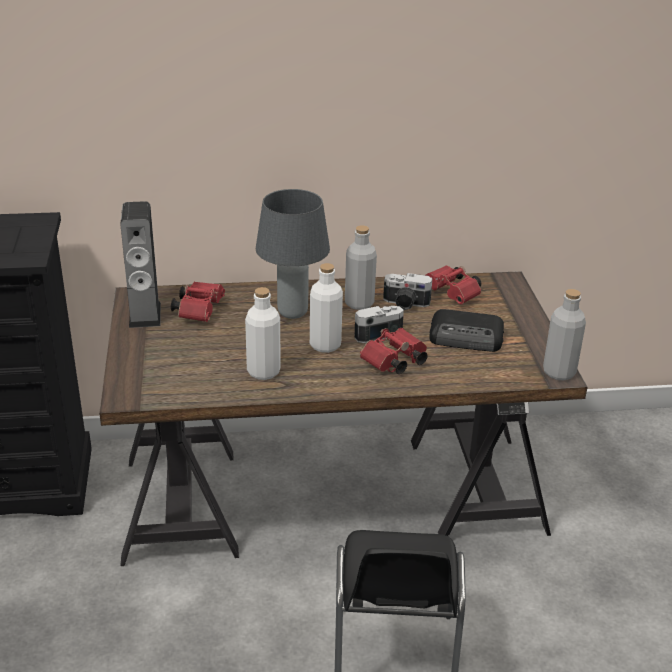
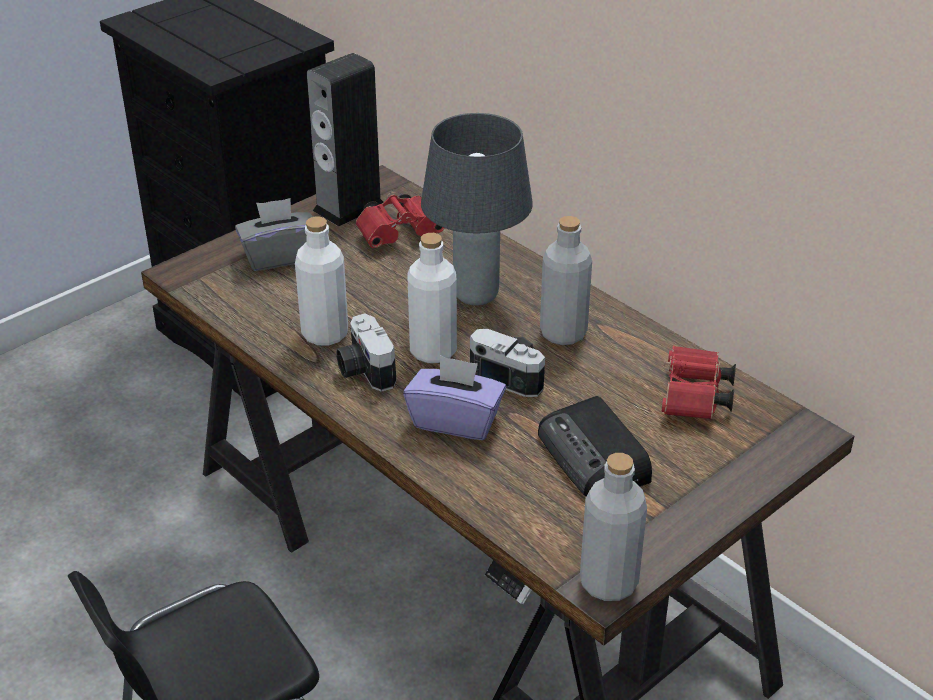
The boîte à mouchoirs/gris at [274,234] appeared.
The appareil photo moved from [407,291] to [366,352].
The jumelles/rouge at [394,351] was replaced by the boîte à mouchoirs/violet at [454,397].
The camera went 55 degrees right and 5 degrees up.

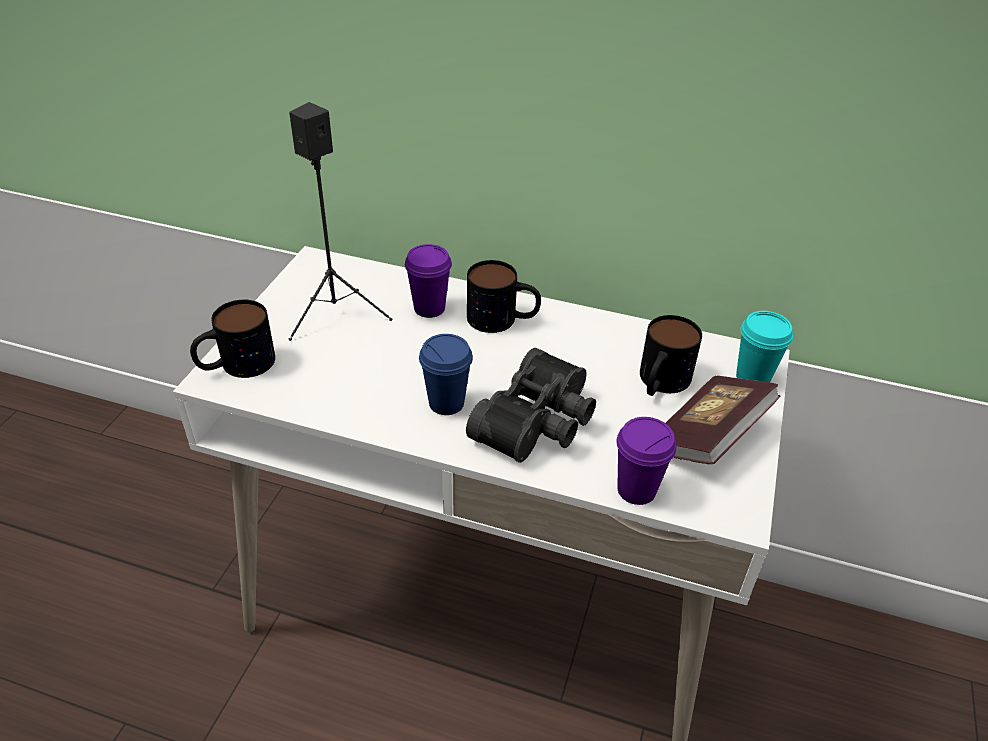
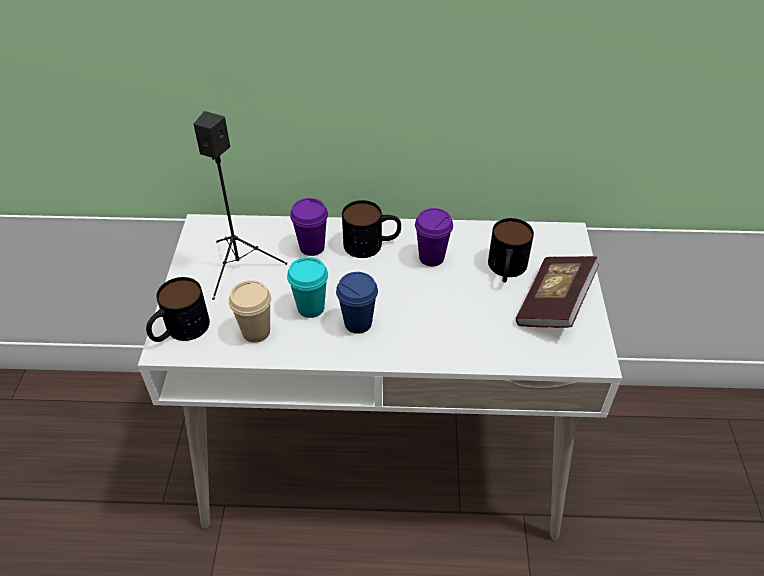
The jumelles/noir at [531,405] disappeared.
The tasse/beige at [250,311] appeared.
The tasse/violet moved from [646,461] to [434,237].
The tasse/turquoise moved from [764,346] to [307,287].
The camera went 15 degrees left and 5 degrees up.

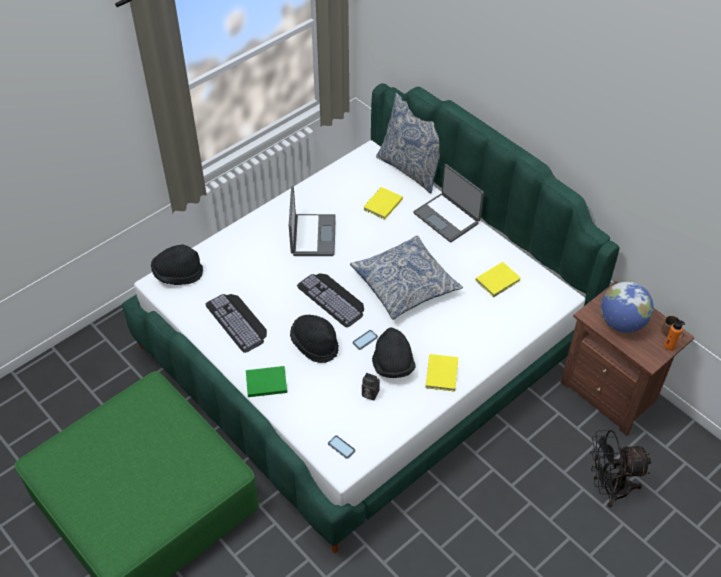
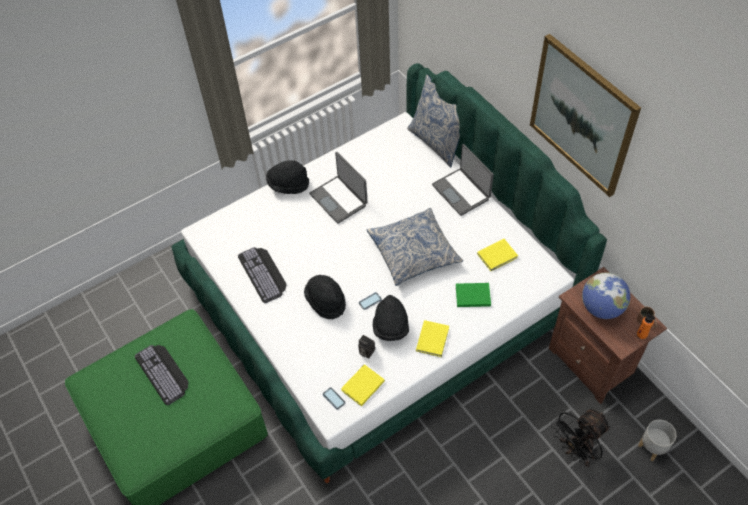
The tableau at [585,115] appeared.
The cache-pot/gris at [657,440] appeared.
The chapeau/noir moved from [177,265] to [287,177].
The livre/vert moved from [266,381] to [473,295].
The clavier moved from [330,300] to [161,375].
The livre/jaune moved from [383,203] to [363,385].
The ordinateur portable at [312,221] turned 135 degrees clockwise.
The ventilateur/noir at [620,469] turned 45 degrees counterclockwise.
The camera went 10 degrees right and 5 degrees up.

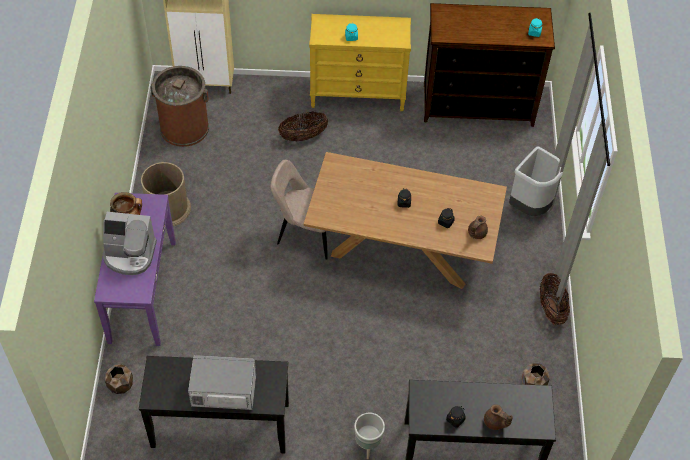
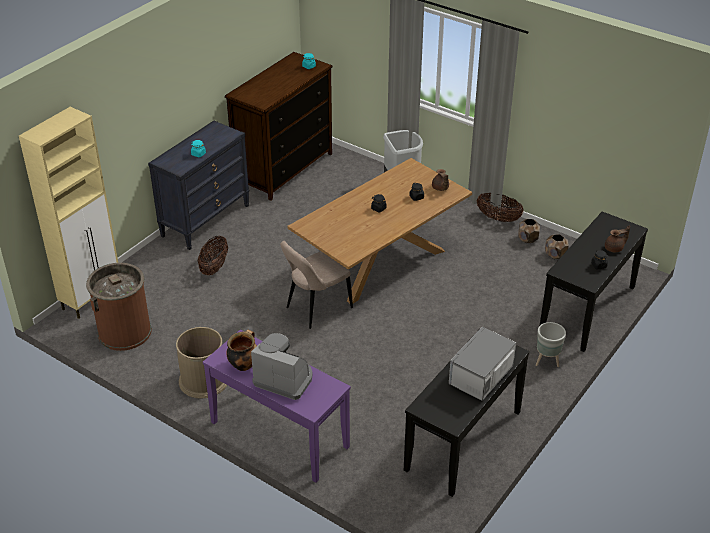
The cache-pot/marron moved from [119,379] to [529,231].
The commode/jaune at [360,62] became the commode/noir at [198,185].
The machine à café at [130,243] turned 105 degrees counterclockwise.
The camera went 55 degrees left and 15 degrees down.

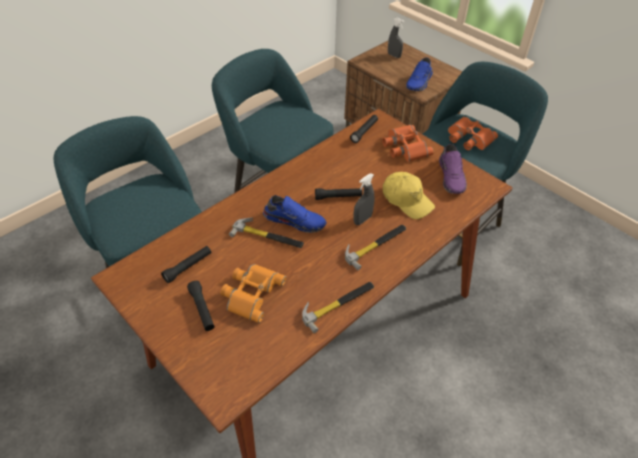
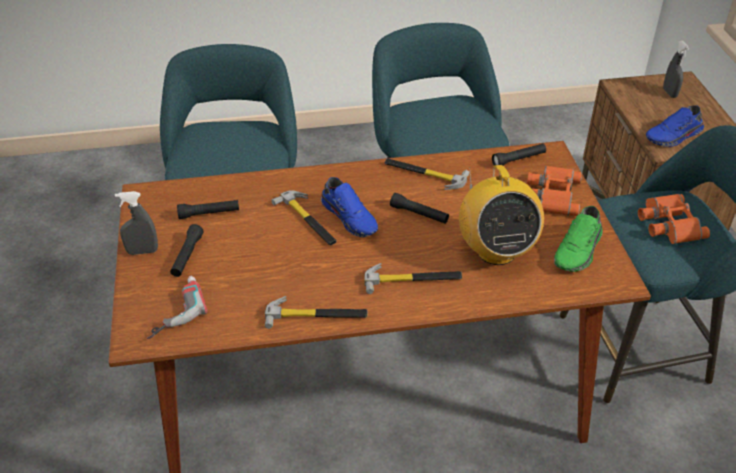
The jumelles/orange at [253,293] disappeared.
The perceuse at [177,307] appeared.
The marteau at [427,174] appeared.
The vaporisateur/gris moved from [364,199] to [136,223].
The casquette/jaune at [409,195] was replaced by the radio at [501,215].
The chaussure/violet at [453,169] became the chaussure/vert at [578,239].
The camera went 35 degrees right and 5 degrees down.

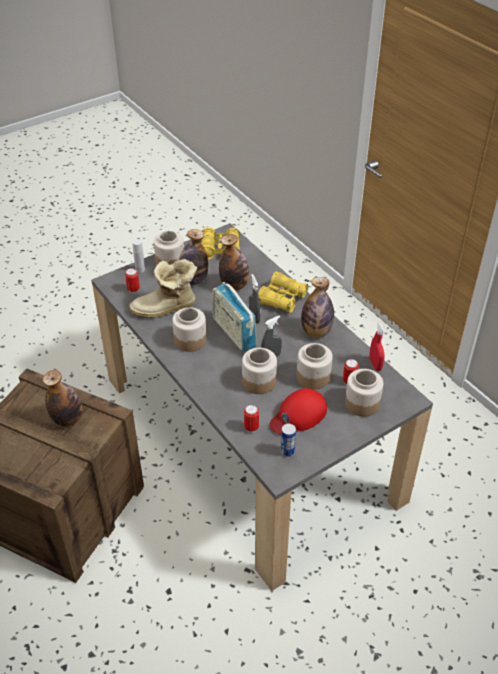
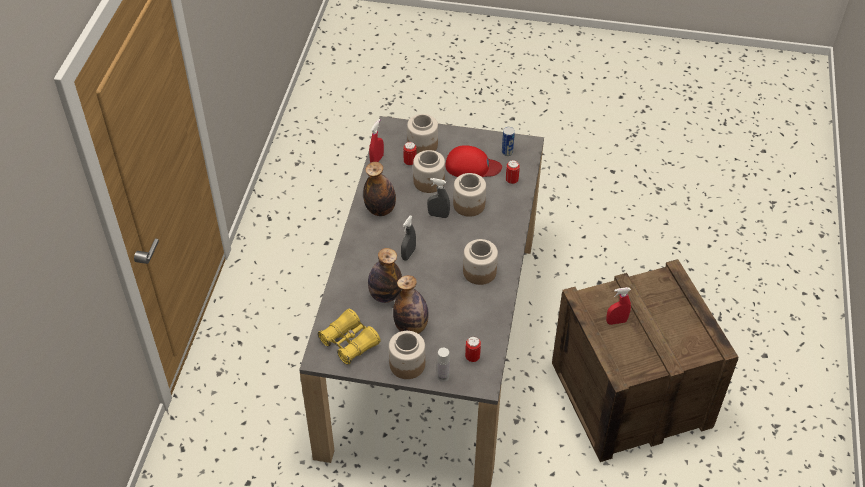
The botte at [163,288] disappeared.
The radio at [235,317] disappeared.
The jumelles/jaune at [283,292] disappeared.
The bouteille at [62,398] was replaced by the vaporisateur/rouge at [618,306].
The camera went 135 degrees left and 5 degrees up.

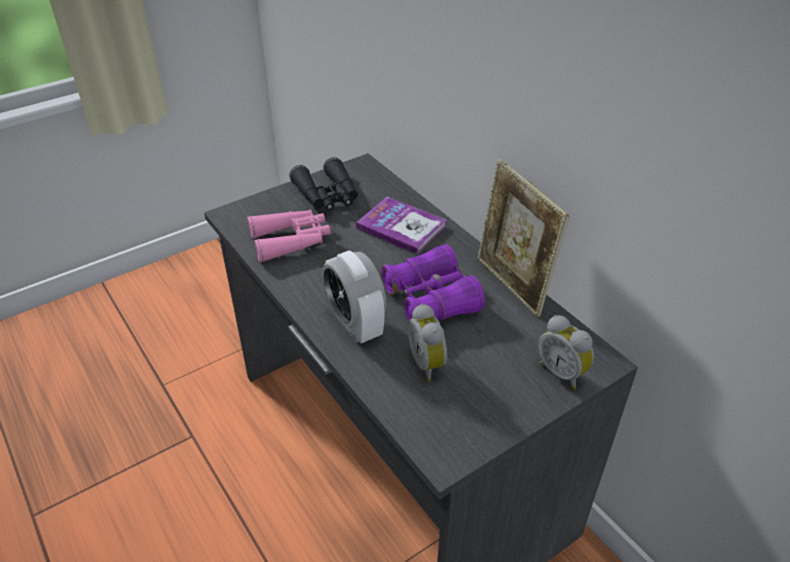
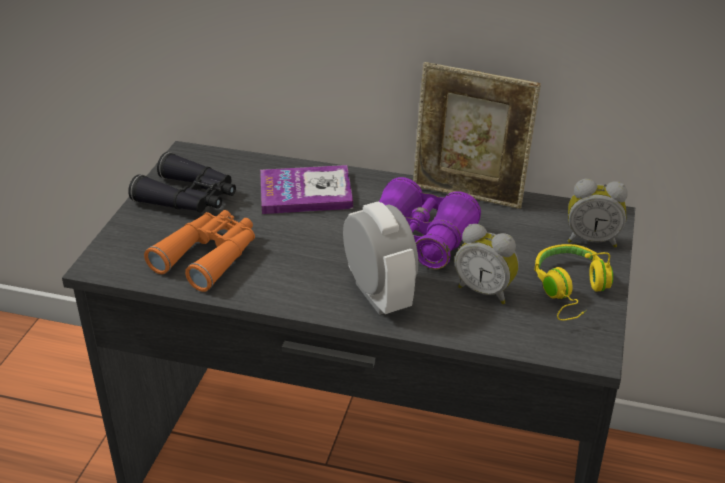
The casque audio/jaune at [574,282] appeared.
The jumelles/rose at [289,235] became the jumelles/orange at [199,251].
The réveil at [354,296] turned 135 degrees counterclockwise.
The camera went 40 degrees left and 5 degrees down.

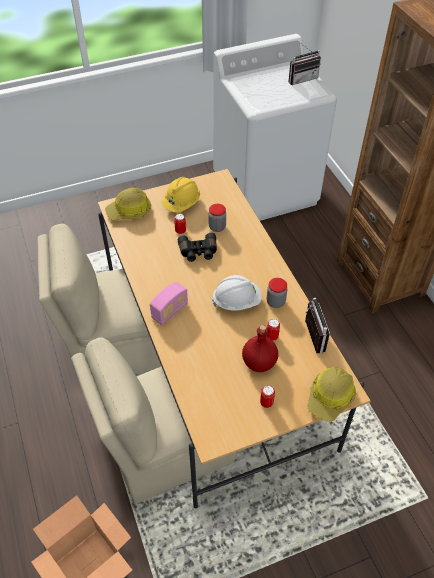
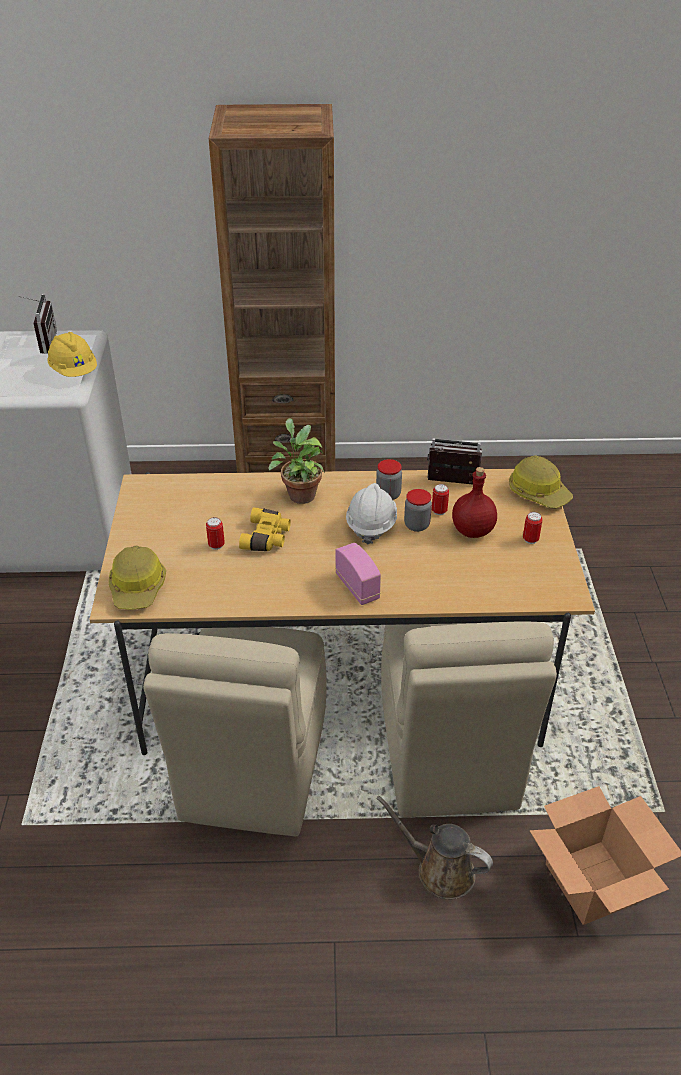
The plante en pot at [296,461] appeared.
The arrosoir/marron at [434,847] appeared.
The casque de chantier/jaune moved from [181,195] to [72,354].
The bocal moved from [217,218] to [418,510].
The jumelles/noir at [197,247] became the jumelles/jaune at [265,529].
The camera went 70 degrees left and 10 degrees down.

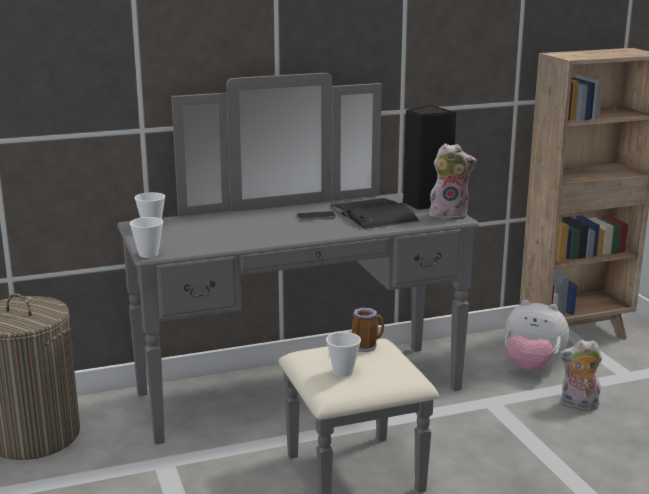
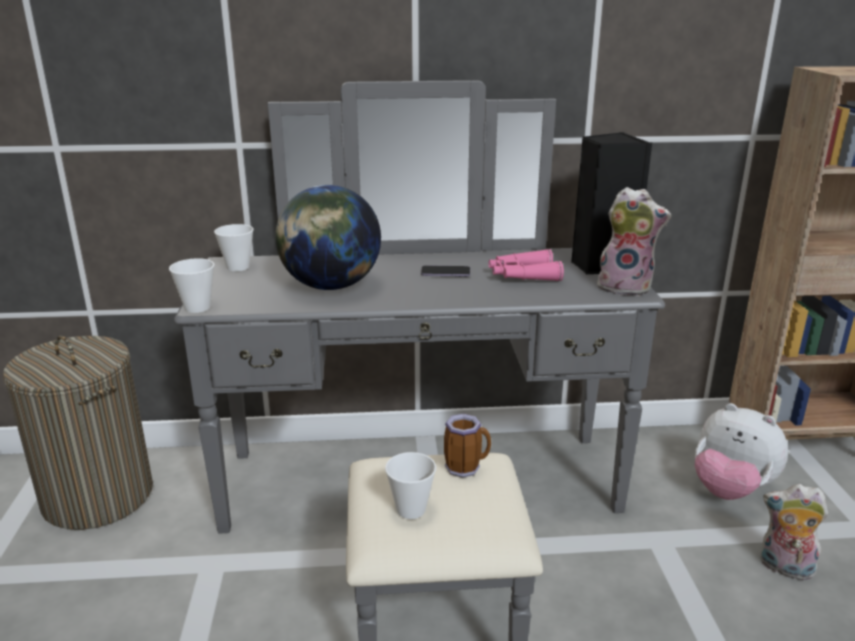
The globe at [328,237] appeared.
The livre/noir at [374,213] was replaced by the jumelles/rose at [526,265].
The camera went 15 degrees right and 5 degrees up.

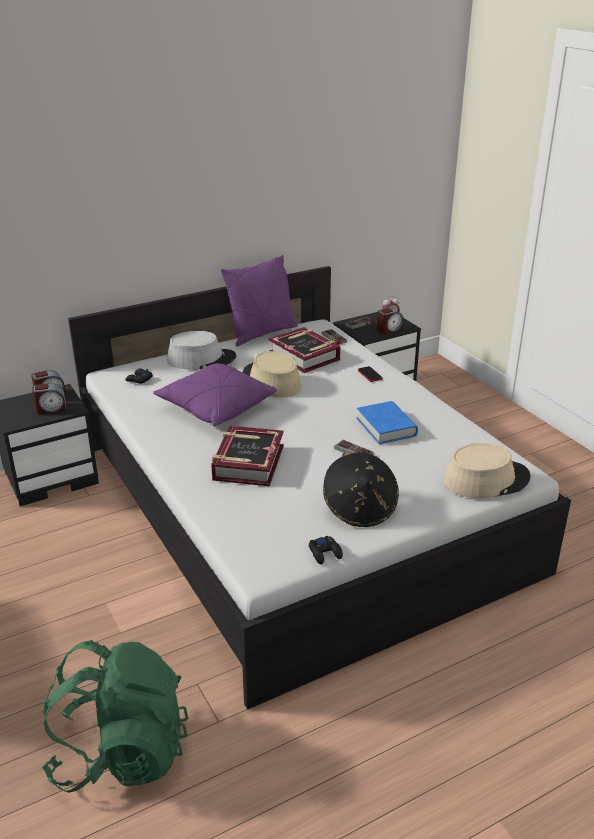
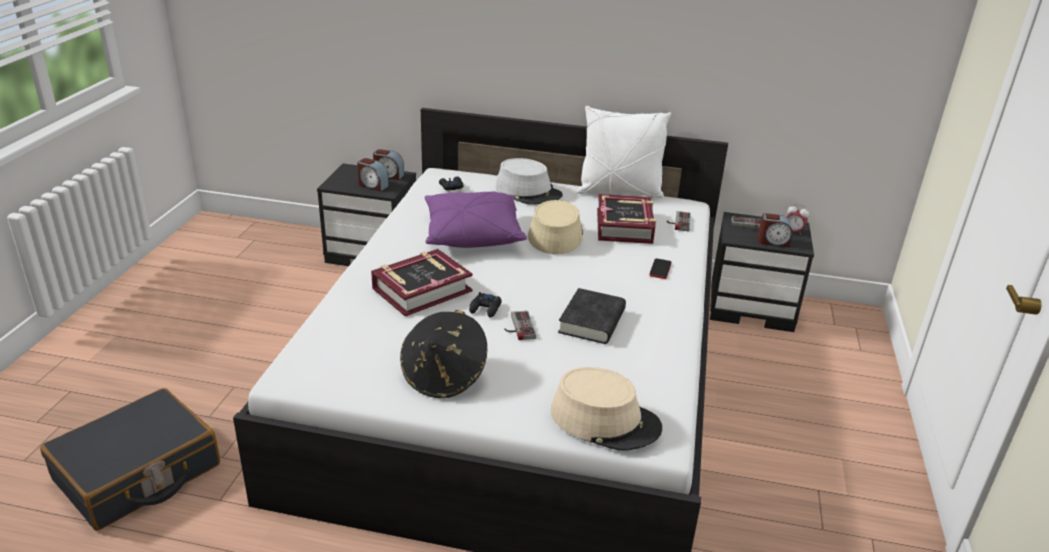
The manette/noir moved from [326,550] to [485,305].
The sac à dos/vert at [115,716] was replaced by the valise/noir at [130,459].
The coussin/violet at [259,300] became the coussin/blanc at [624,152].
The livre/bleu at [387,422] became the livre/noir at [592,316].
The camera went 40 degrees right and 0 degrees up.

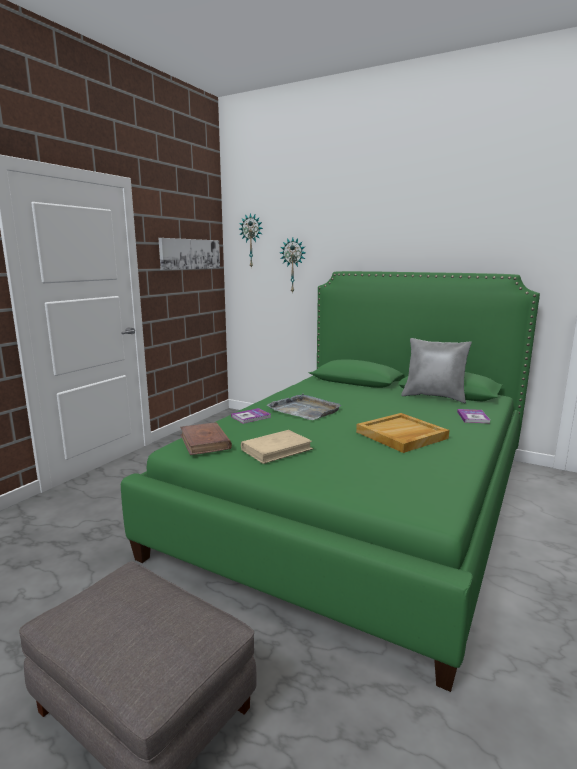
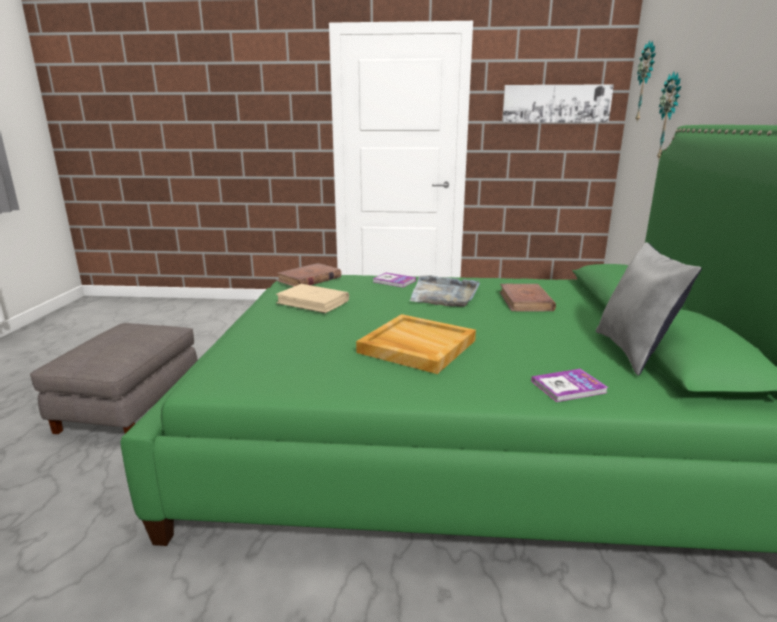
The livre/marron at [528,298] appeared.
The camera went 65 degrees right and 5 degrees up.

